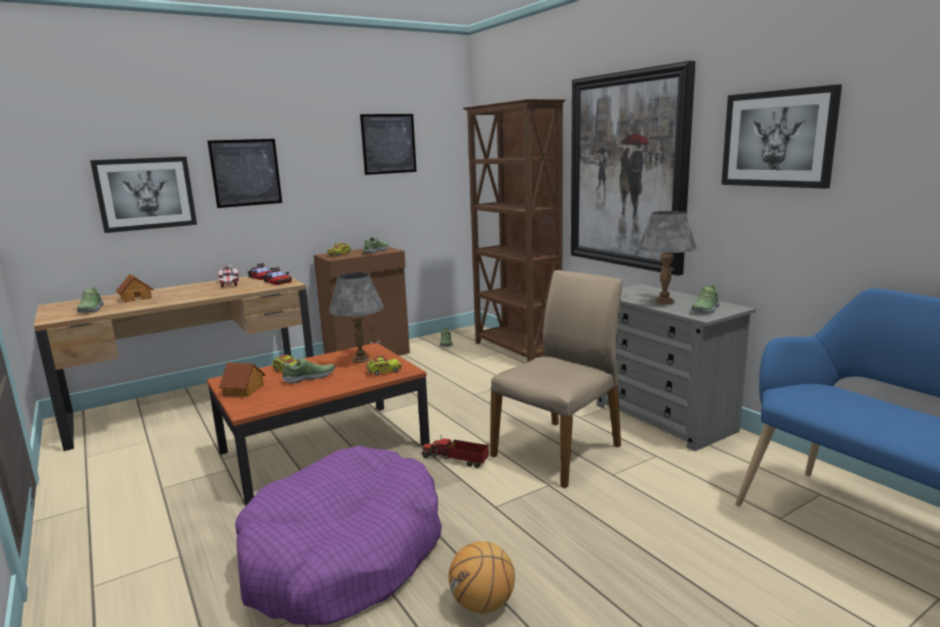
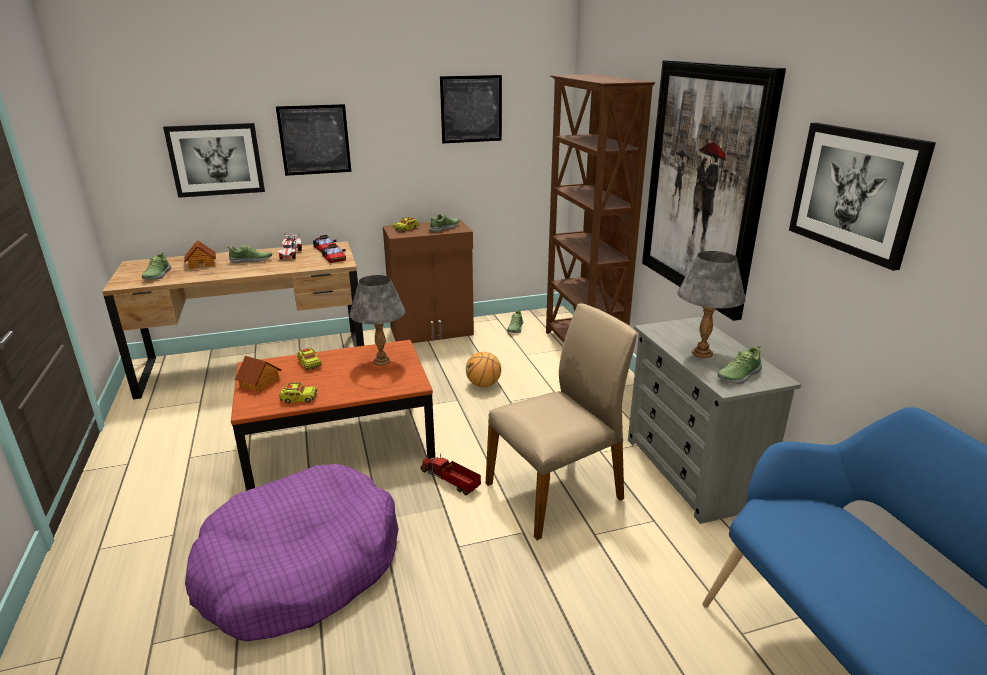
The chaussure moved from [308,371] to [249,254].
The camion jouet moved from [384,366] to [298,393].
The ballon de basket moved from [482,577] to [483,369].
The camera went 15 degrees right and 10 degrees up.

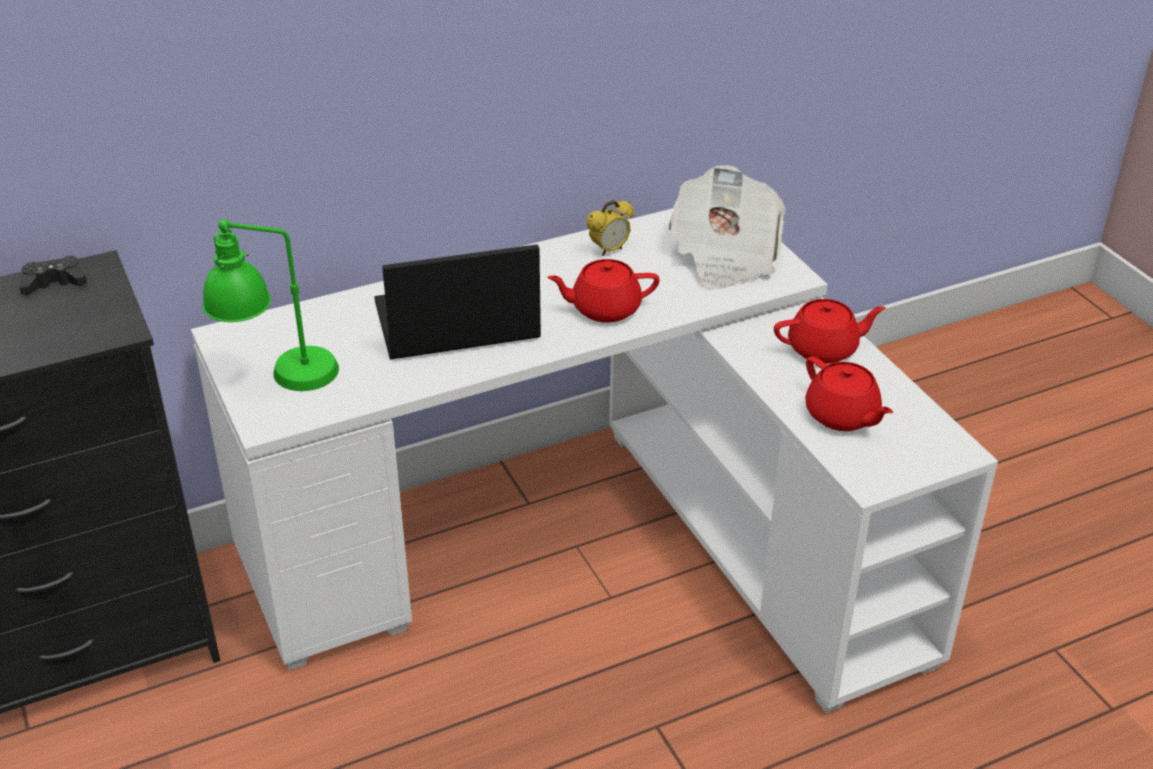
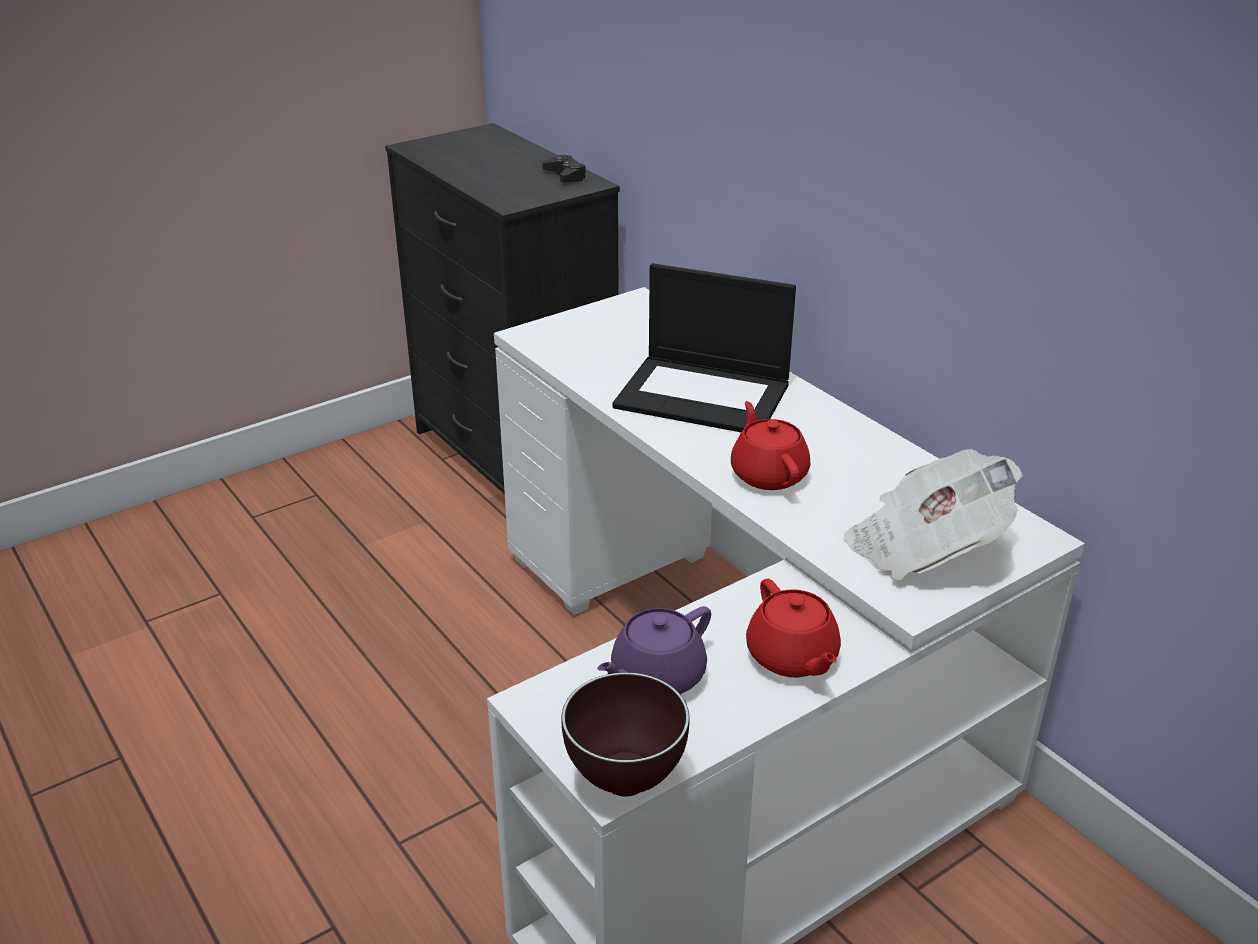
The lampe de table/vert at [270,305] disappeared.
The réveil at [610,228] disappeared.
The bol/marron at [625,734] appeared.
The théière/rouge at [849,393] became the théière/violet at [654,650].
The ordinateur portable at [457,301] turned 135 degrees clockwise.
The camera went 80 degrees right and 5 degrees down.

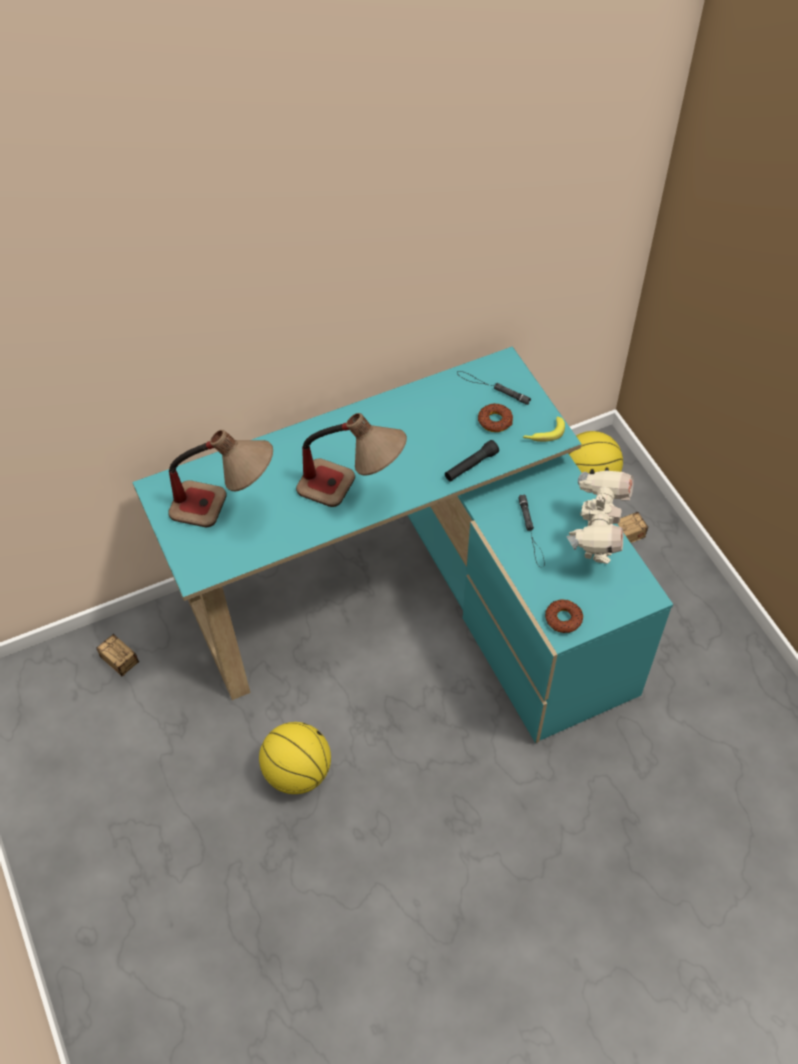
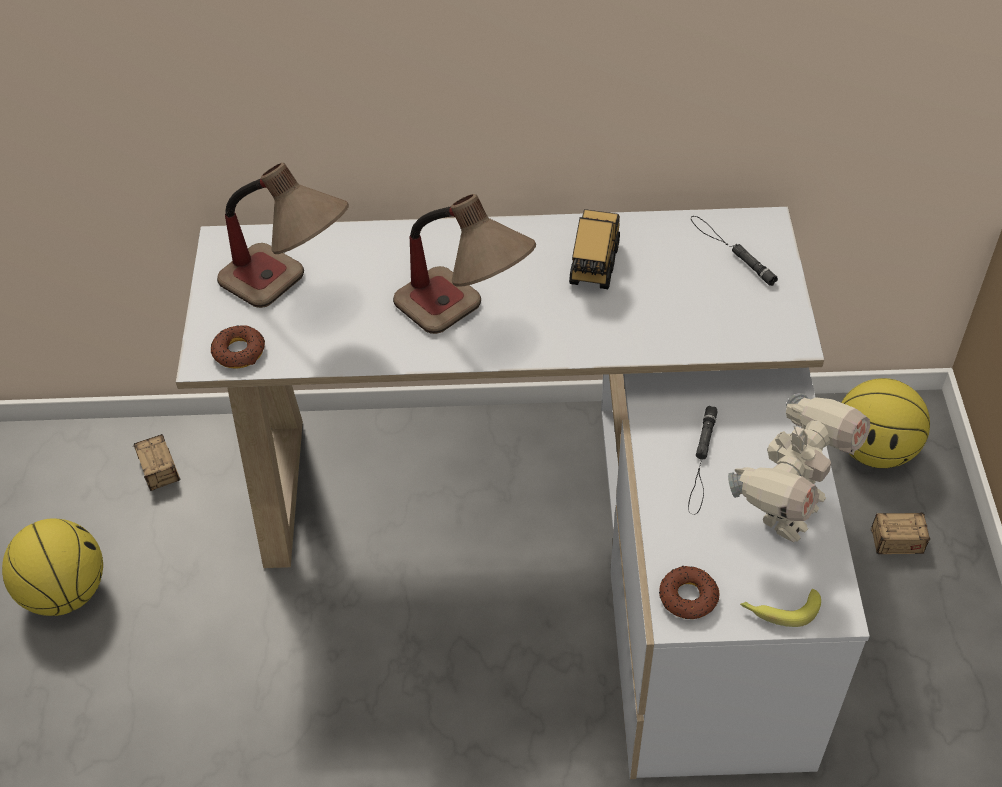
The lampe de poche/noir at [472,461] disappeared.
The camion jouet at [594,249] appeared.
The ballon de basket moved from [295,758] to [52,567].
The beignet moved from [495,418] to [238,347].
The banane moved from [544,429] to [780,608].
The bureau/turquoise at [402,545] became the bureau/blanc at [523,493].
The camera went 25 degrees right and 5 degrees down.

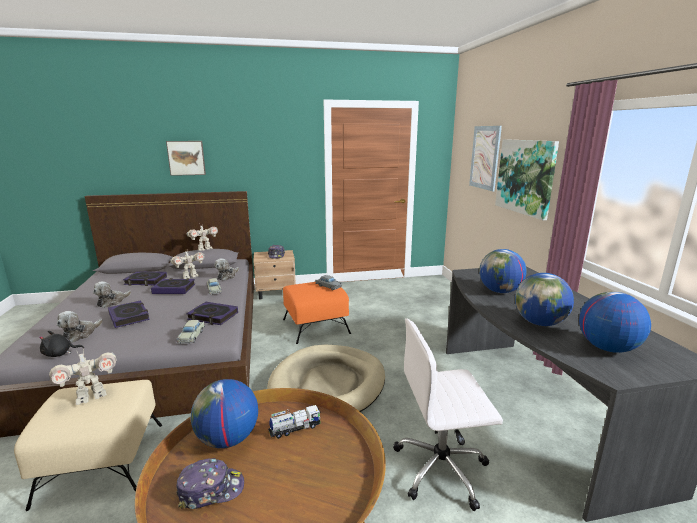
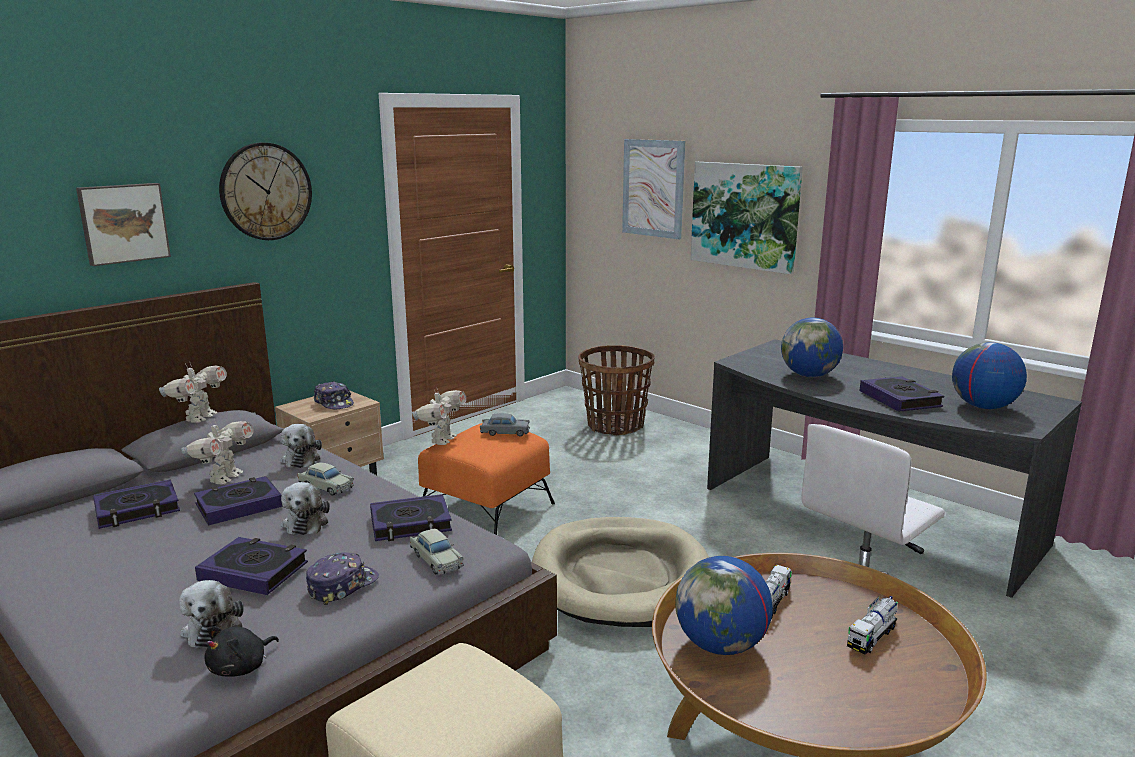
The horloge murale at [265,191] appeared.
The panier at [616,390] appeared.
The camion jouet at [872,625] appeared.
The robot jouet moved from [82,377] to [439,417].
The peluche moved from [112,294] to [305,509].
The casquette moved from [210,483] to [342,578].
The globe at [544,299] was replaced by the livre at [901,394].
The camera went 35 degrees left and 0 degrees up.

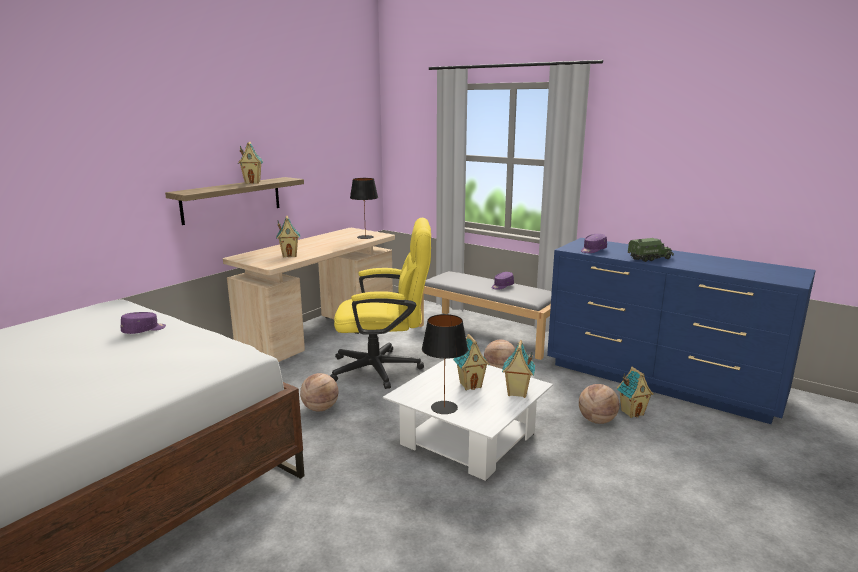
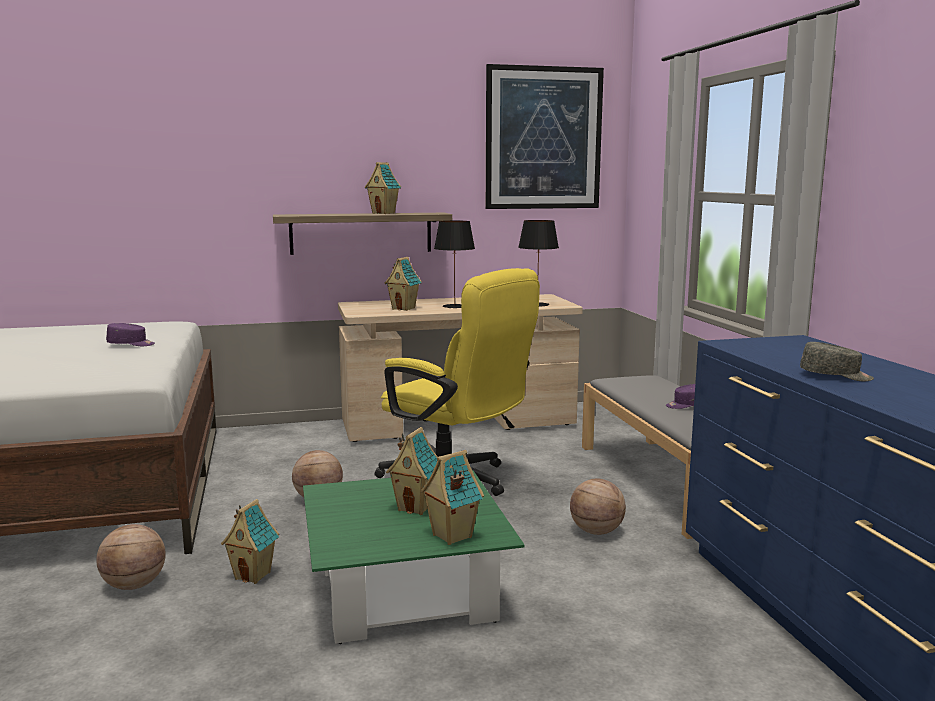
The casquette/violet at [594,243] disappeared.
The tableau at [545,136] appeared.
The lampe de table/noir moved from [445,364] to [454,264].
The ballon de basket moved from [599,404] to [131,557].
The maison miniature moved from [635,392] to [250,541].
The camion jouet at [651,250] was replaced by the casquette/gris at [837,361].
The table basse/blanc at [468,419] became the table basse/vert at [414,557].
The camera went 40 degrees right and 5 degrees down.

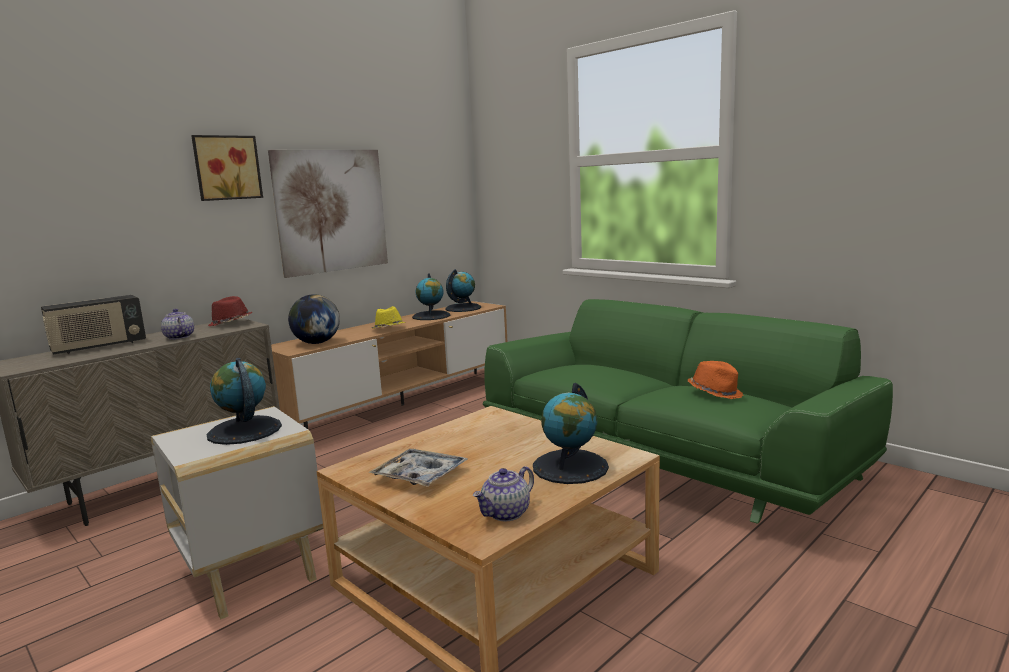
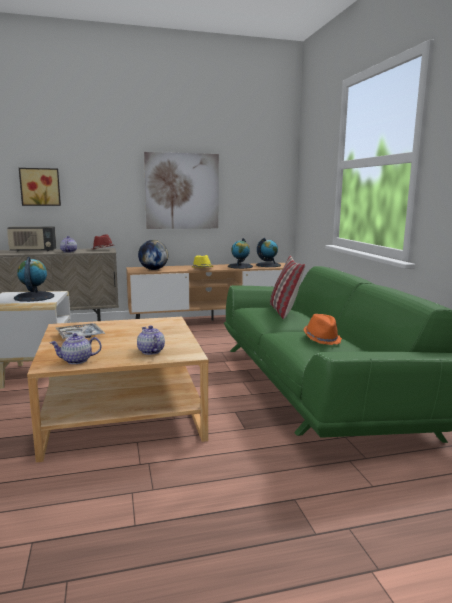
The coussin at [288,287] appeared.
The tableau moved from [227,168] to [40,187].
The globe at [571,433] was replaced by the théière at [151,340].
The camera went 30 degrees right and 0 degrees up.

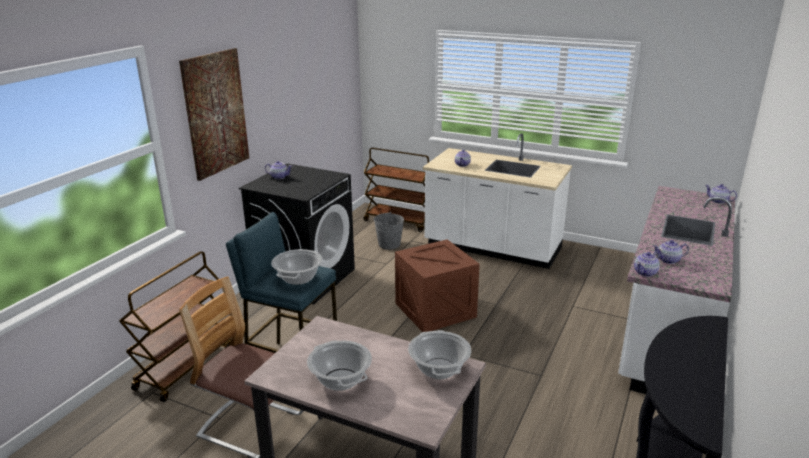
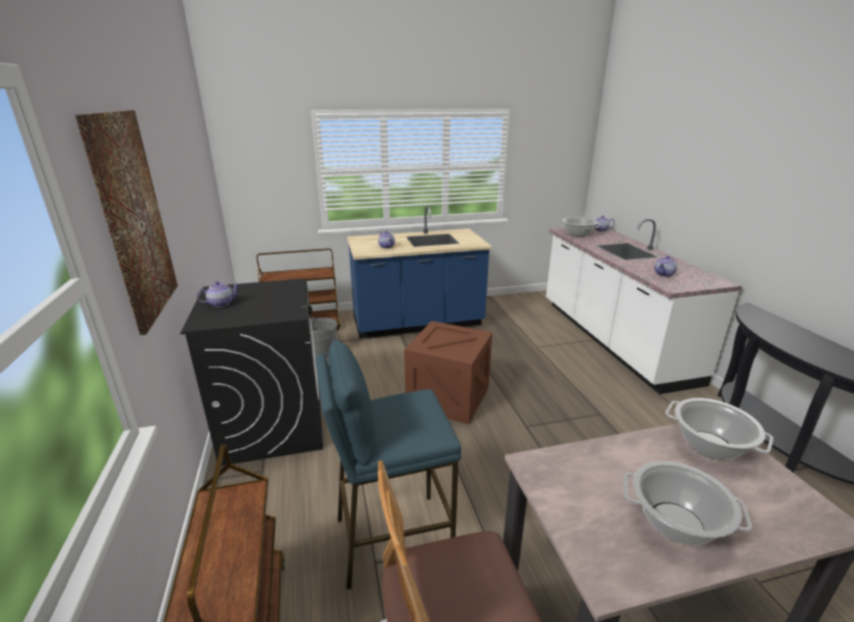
The théière at [647,264] disappeared.
The marmite moved from [296,267] to [580,227].
The comptoir de cuisine/blanc at [497,201] became the comptoir de cuisine/bleu at [419,272].
The camera went 40 degrees left and 0 degrees up.

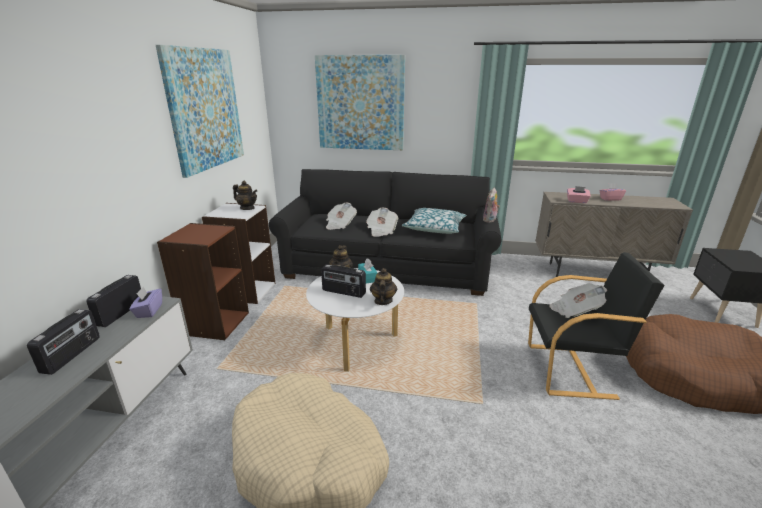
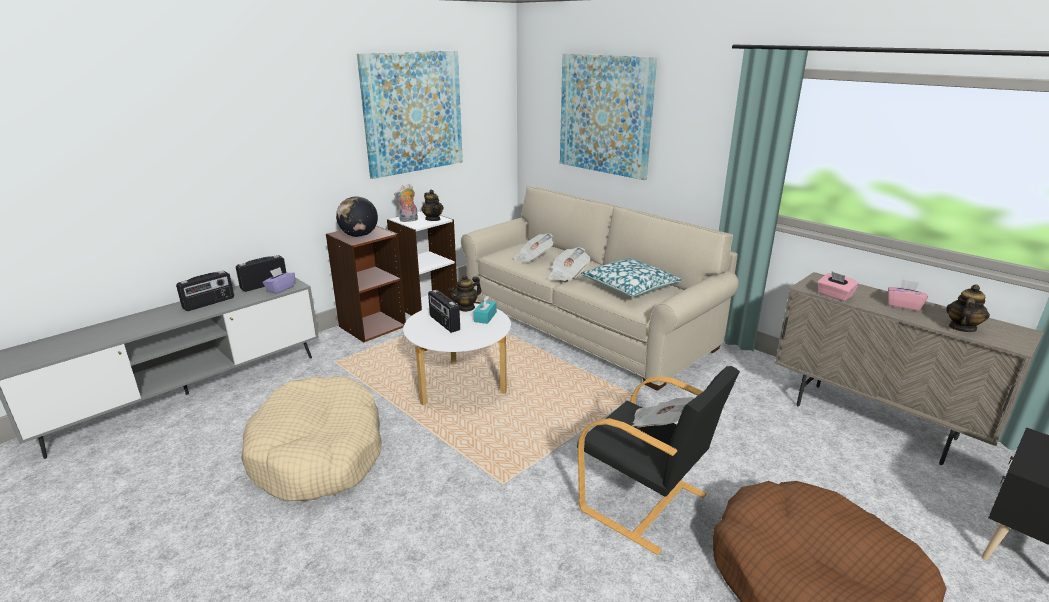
The globe at [357,216] appeared.
The théière moved from [383,286] to [968,308].
The peluche moved from [491,205] to [406,203].
The canapé/noir at [385,232] became the canapé/beige at [600,288].
The camera went 35 degrees right and 0 degrees up.

